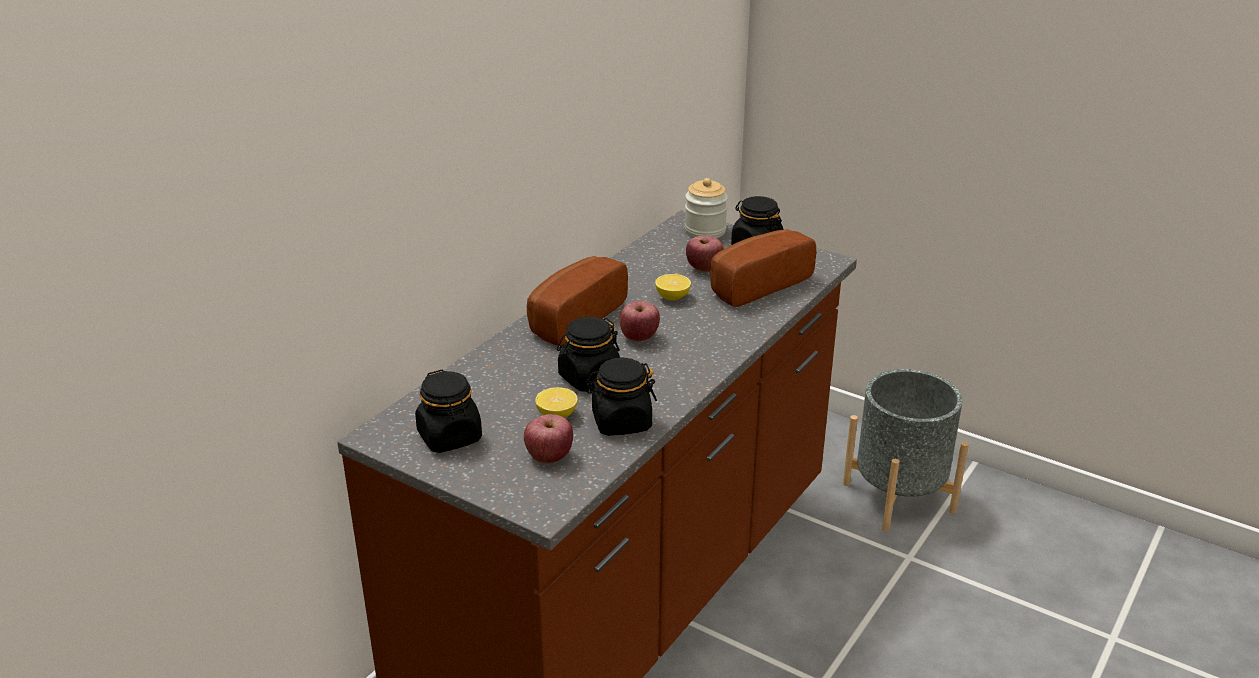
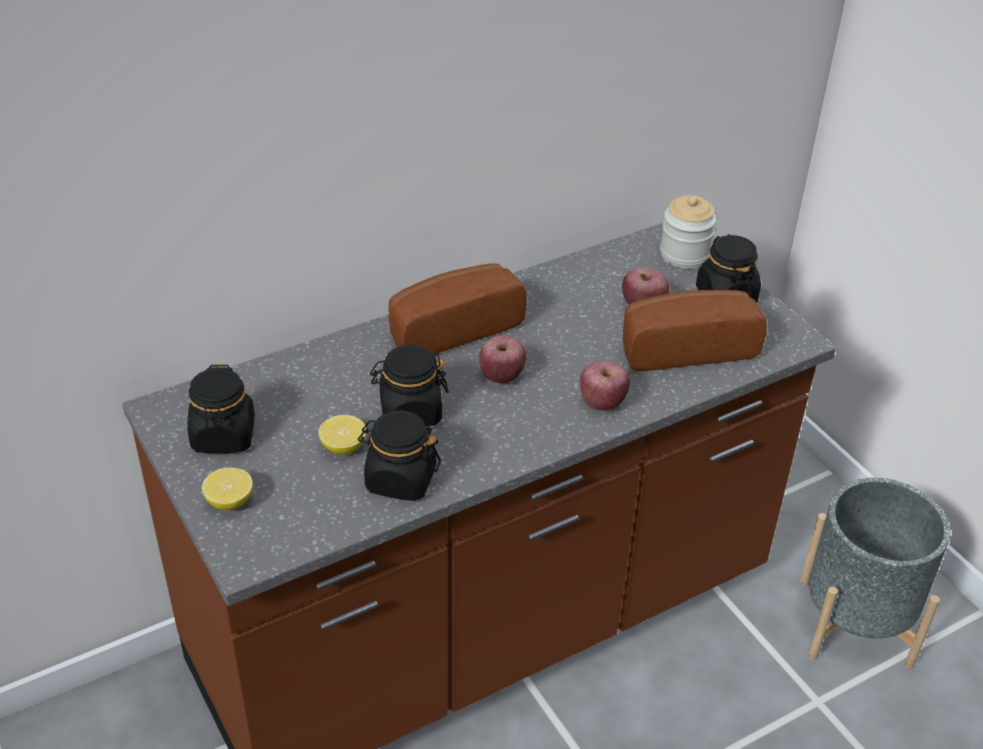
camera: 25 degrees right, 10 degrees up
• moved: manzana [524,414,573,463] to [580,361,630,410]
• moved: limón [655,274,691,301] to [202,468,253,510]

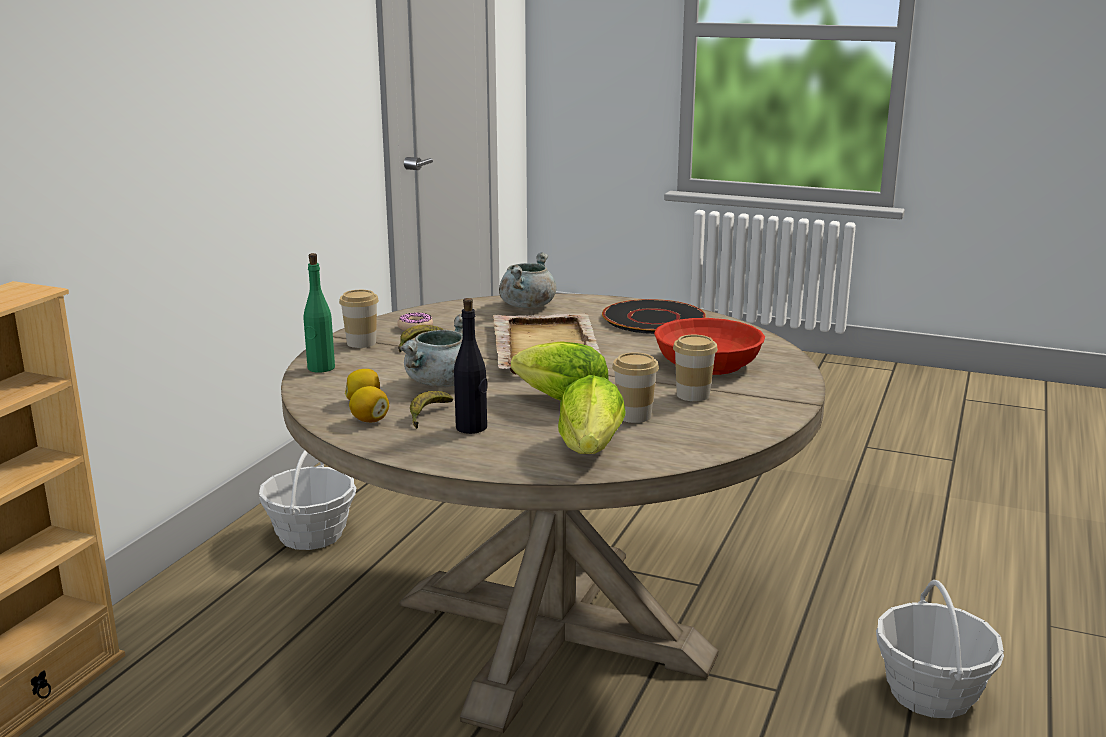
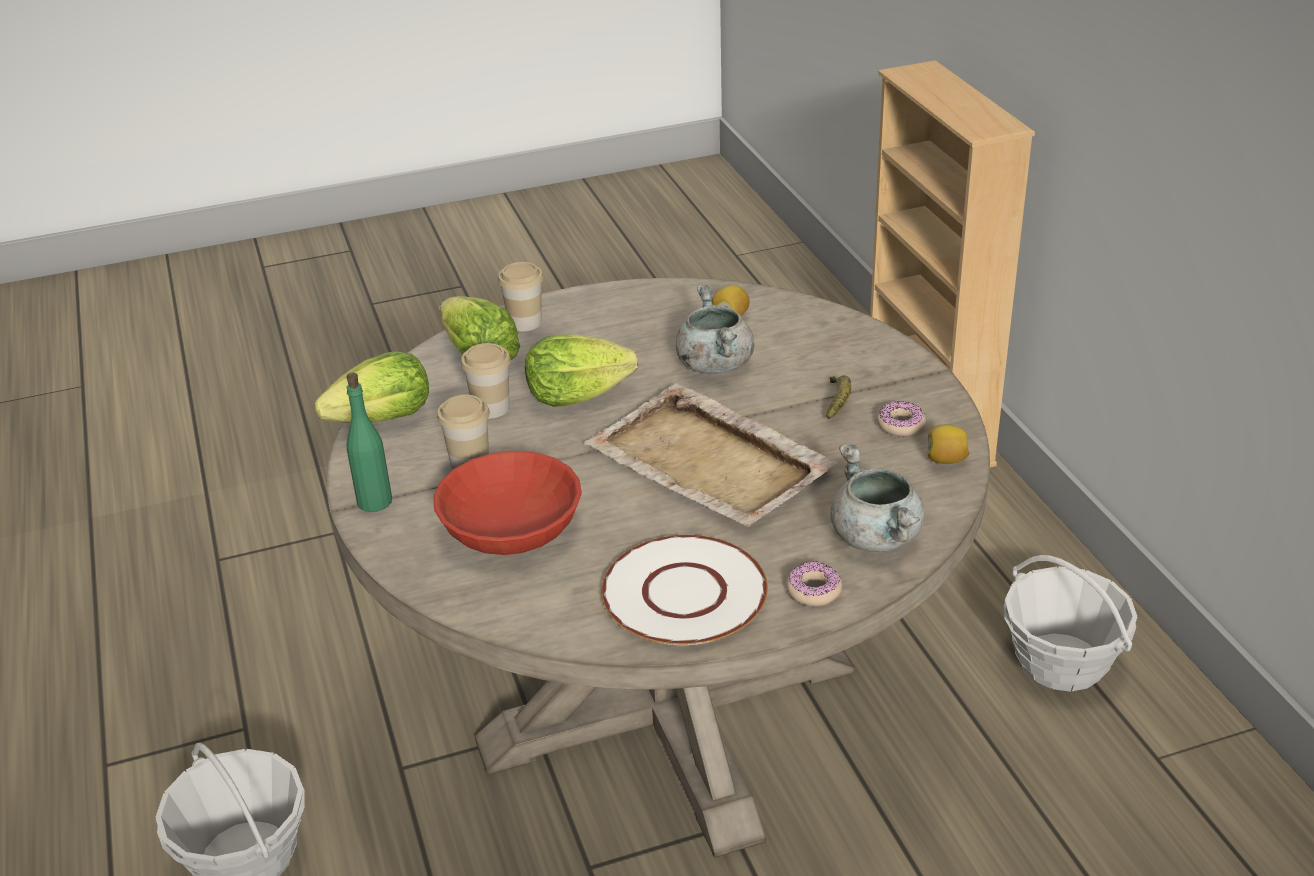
camera: 140 degrees right, 15 degrees up
• moved: botella (verde) [304,253,335,373] to [346,372,392,512]
• moved: taza [339,290,379,348] to [498,262,543,331]
• moved: limón [349,386,389,422] to [928,424,970,464]
• removed: plátano [410,391,453,429]
• removed: botella (negro) [454,298,488,434]
• recoloured: plato (negro) [602,299,706,334] to plato (blanco) [601,535,768,645]
• added: lechuga [315,351,429,423]
• added: rosquilla [786,561,842,606]

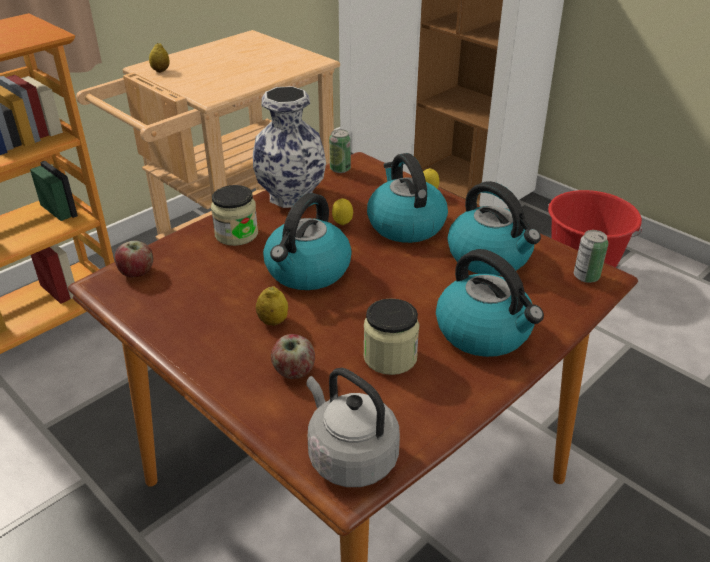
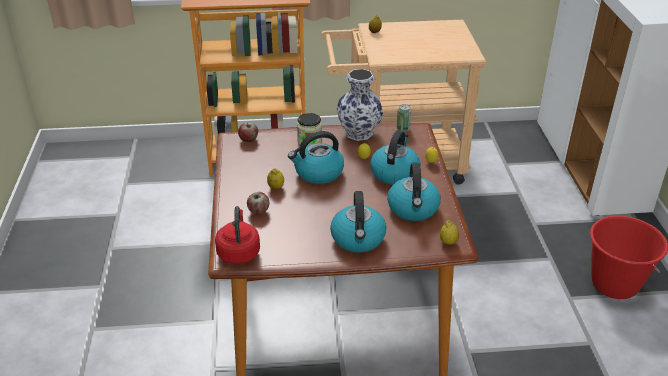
camera: 40 degrees right, 0 degrees up
• recoloured: hervidor (gris) [306,368,400,487] to hervidor (rojo) [215,206,260,264]
• removed: tarro [363,298,420,375]
• replaced: lata [574,230,608,283] to limón [440,221,459,245]

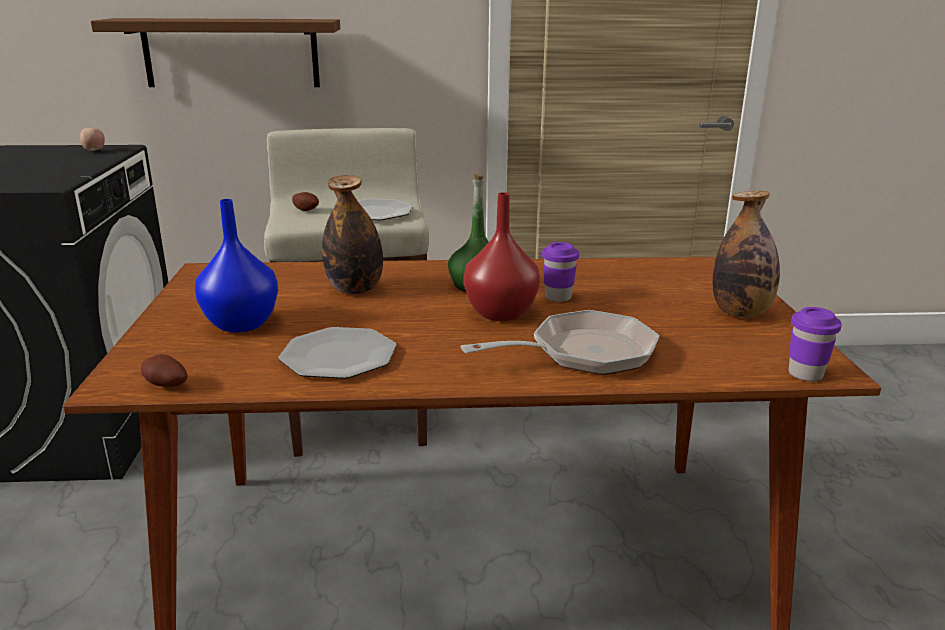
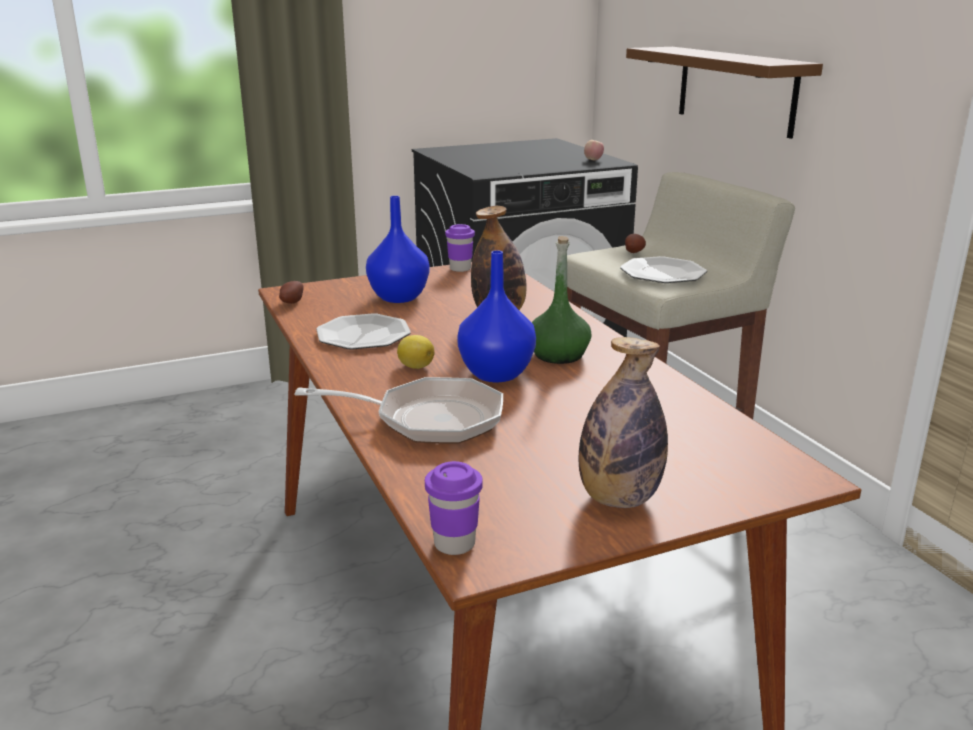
camera: 70 degrees right, 0 degrees up
• turned: sartén [461,310,660,375] = [294,377,503,444] 45 degrees counterclockwise
• recoloured: florero (rojo) [463,192,540,321] to florero (azul) [457,250,536,382]
• moved: taza (morado) [542,242,579,302] to [445,224,475,272]
• added: limón [397,335,435,369]

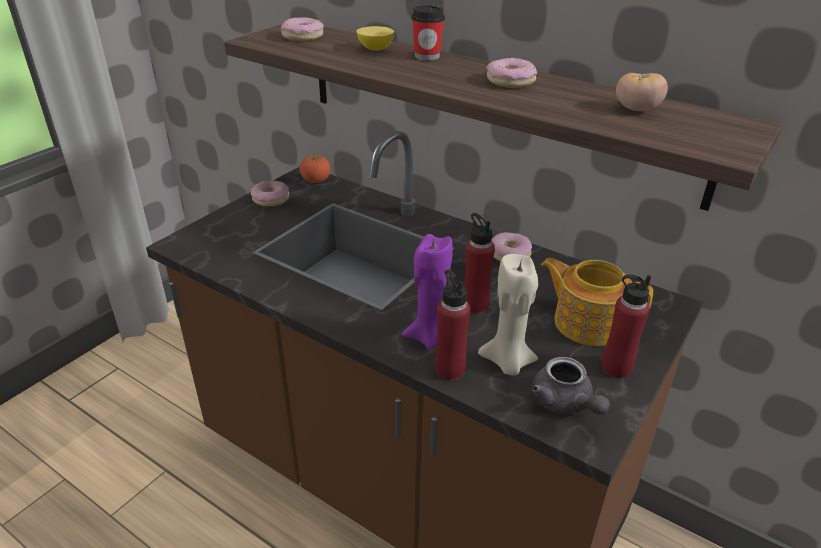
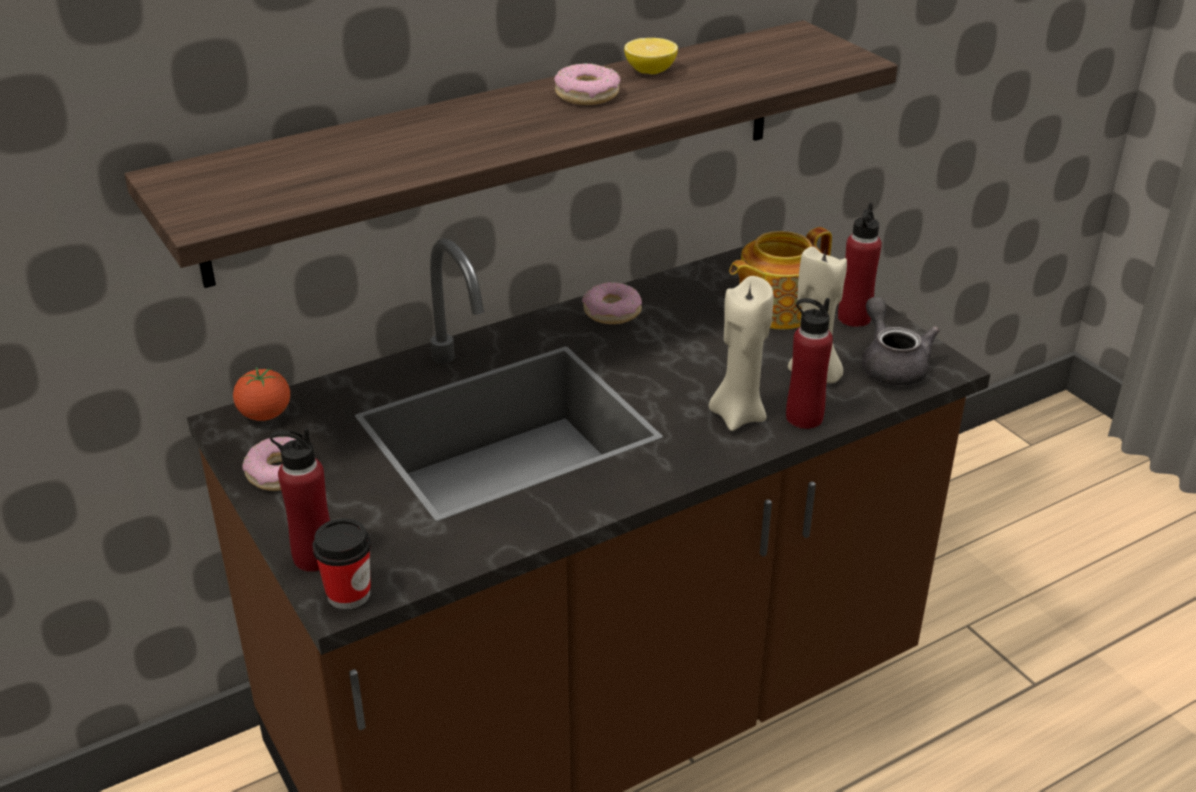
camera: 65 degrees left, 0 degrees up
• removed: rosquilla [281,17,324,41]
• moved: limón [357,26,394,51] to [624,38,678,74]
• recoloured: vela (morado) [402,234,453,350] to vela (beis) [709,276,773,431]
• moved: taza [411,5,445,61] to [312,518,371,609]
• moved: botella (rojo) [464,213,495,314] to [270,428,330,572]
• turned: tetera (gris) [532,357,610,415] = [862,297,940,386] 105 degrees counterclockwise
• removed: tomate [616,73,668,111]

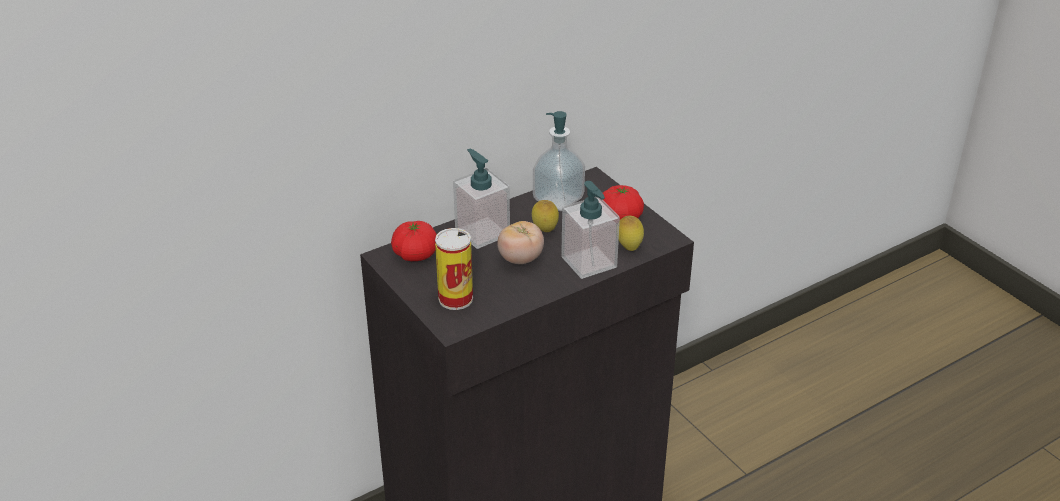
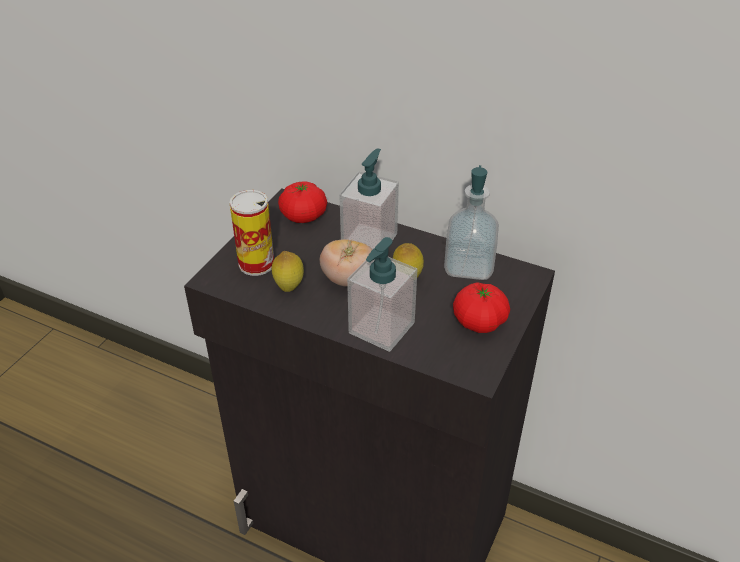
camera: 60 degrees right, 5 degrees up
• moved: limón [619,216,644,251] to [272,251,304,292]

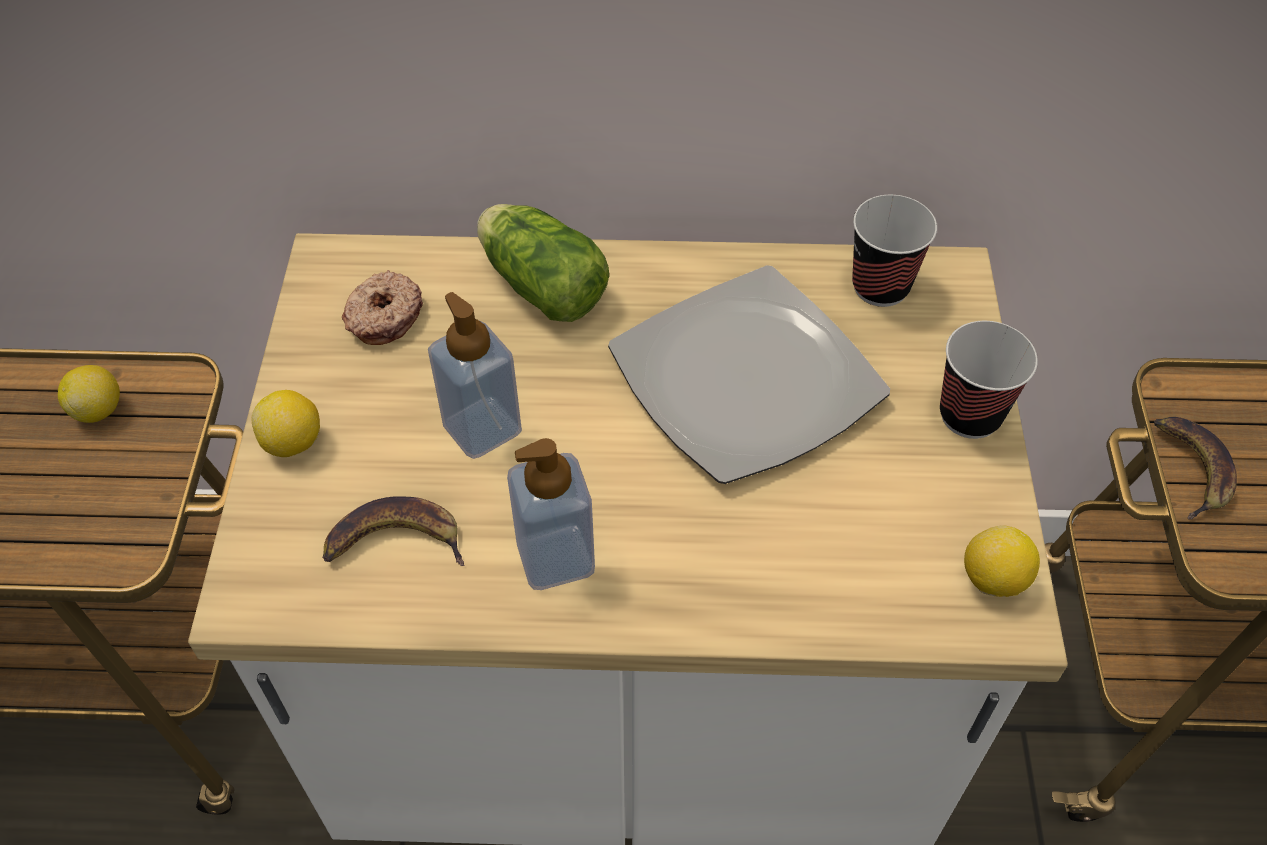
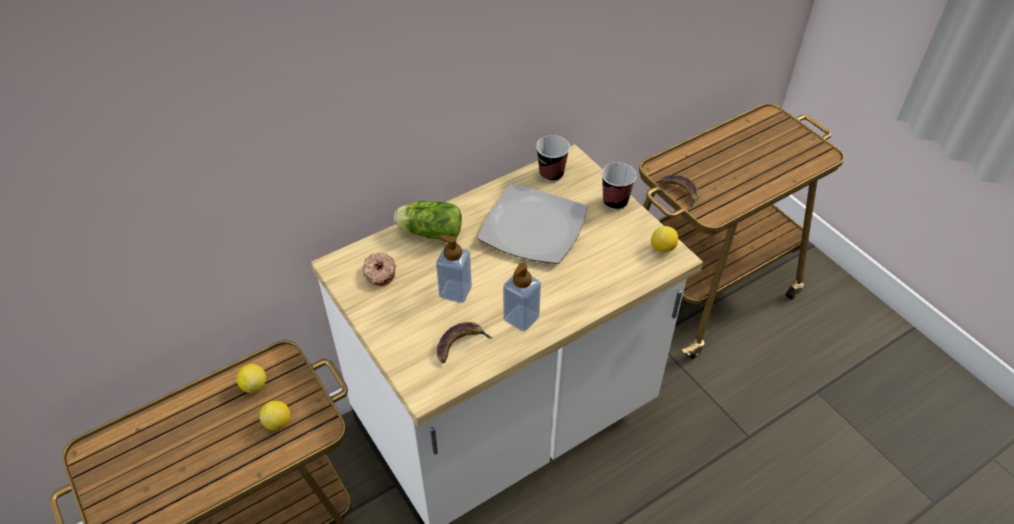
camera: 35 degrees left, 5 degrees down
• moved: limón [252,390,320,457] to [259,401,290,431]

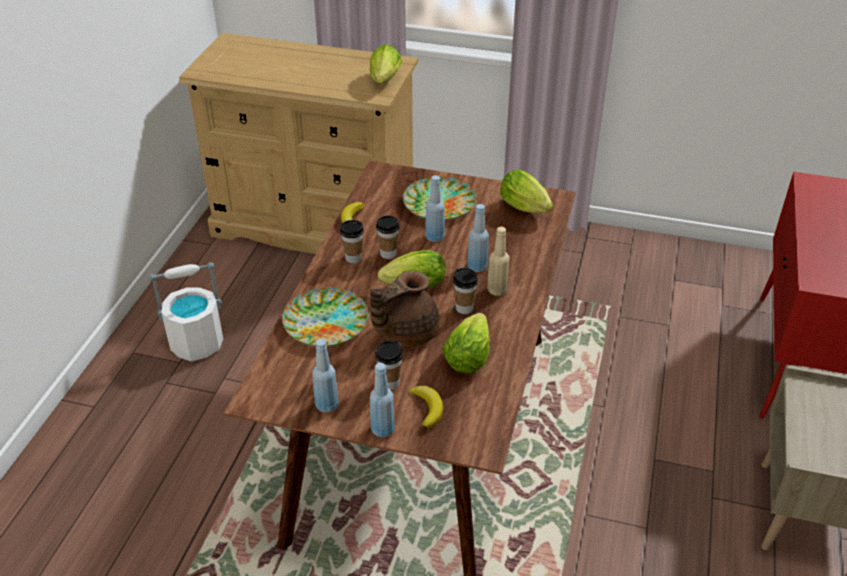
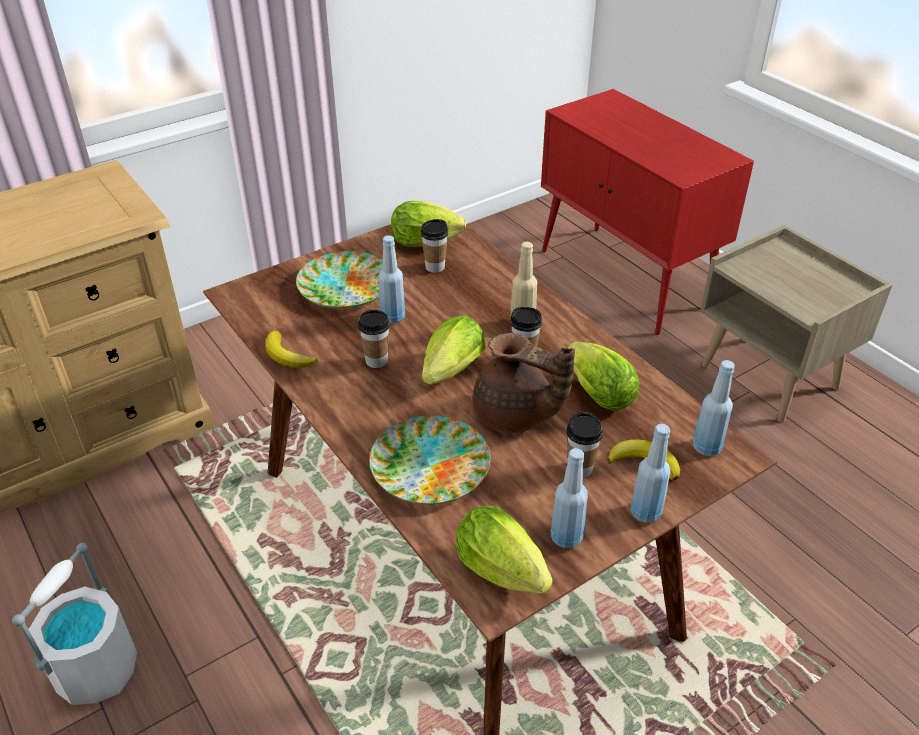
camera: 50 degrees left, 0 degrees up
• moved: taza [340,220,364,263] to [420,219,448,273]
• moved: lechuga [370,44,402,84] to [456,505,553,594]
• turned: tetera (marrón) [370,270,439,347] = [473,333,575,433] 60 degrees counterclockwise
• moved: botella (azul) [468,204,489,272] to [693,360,735,456]

